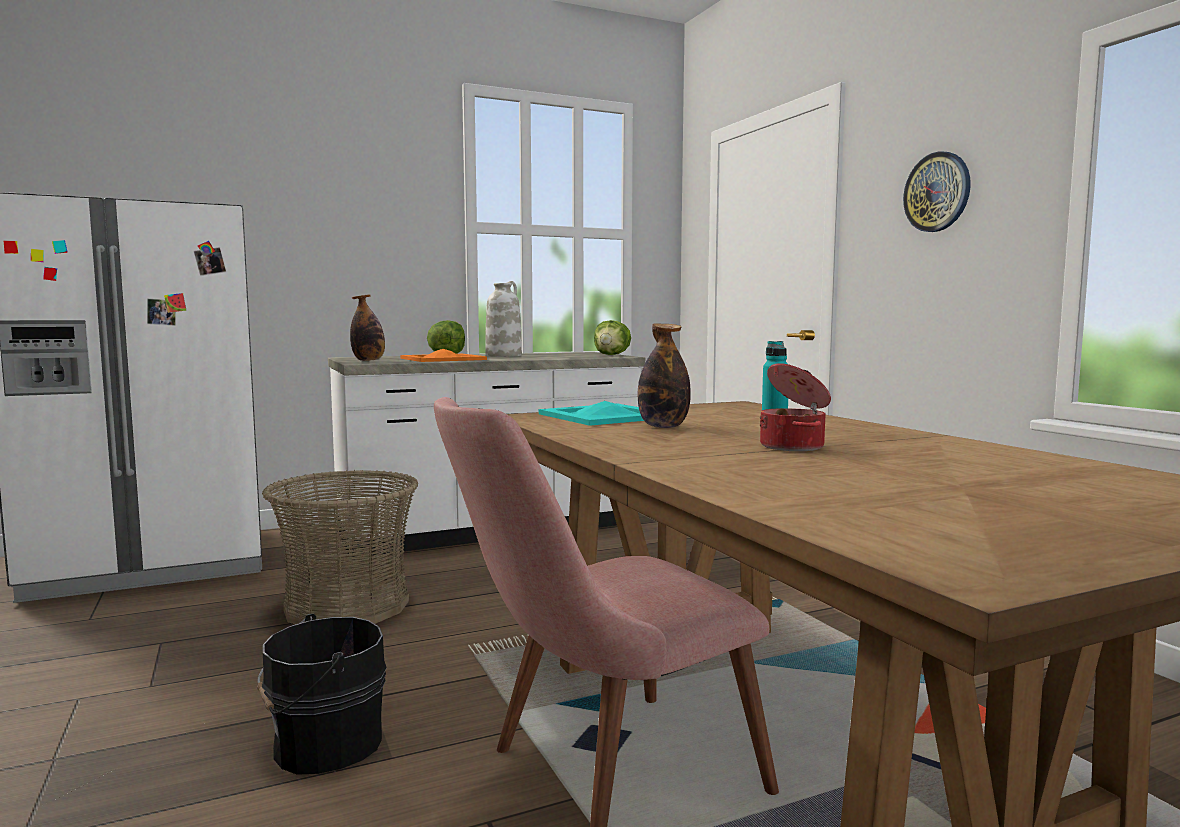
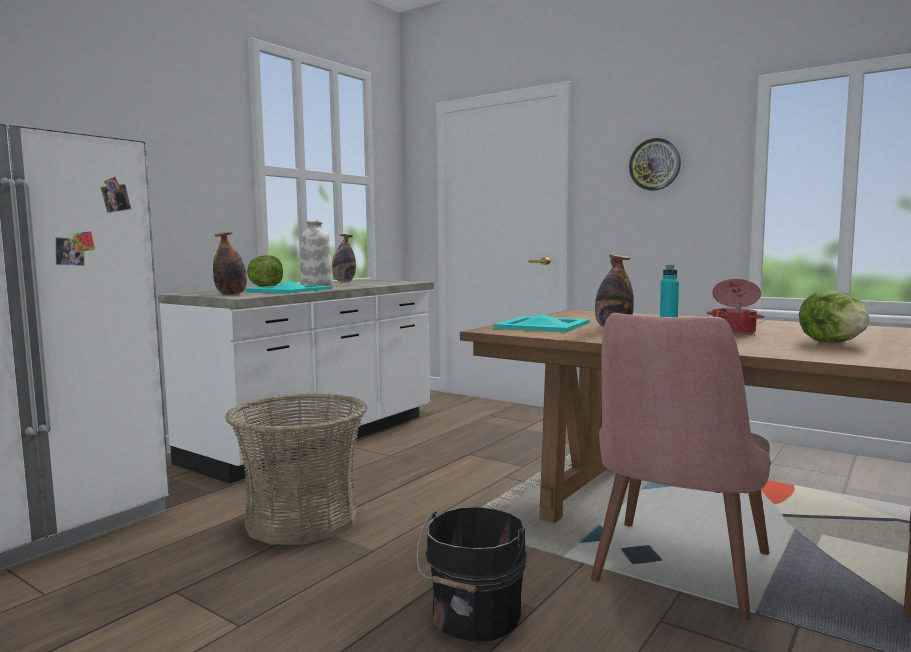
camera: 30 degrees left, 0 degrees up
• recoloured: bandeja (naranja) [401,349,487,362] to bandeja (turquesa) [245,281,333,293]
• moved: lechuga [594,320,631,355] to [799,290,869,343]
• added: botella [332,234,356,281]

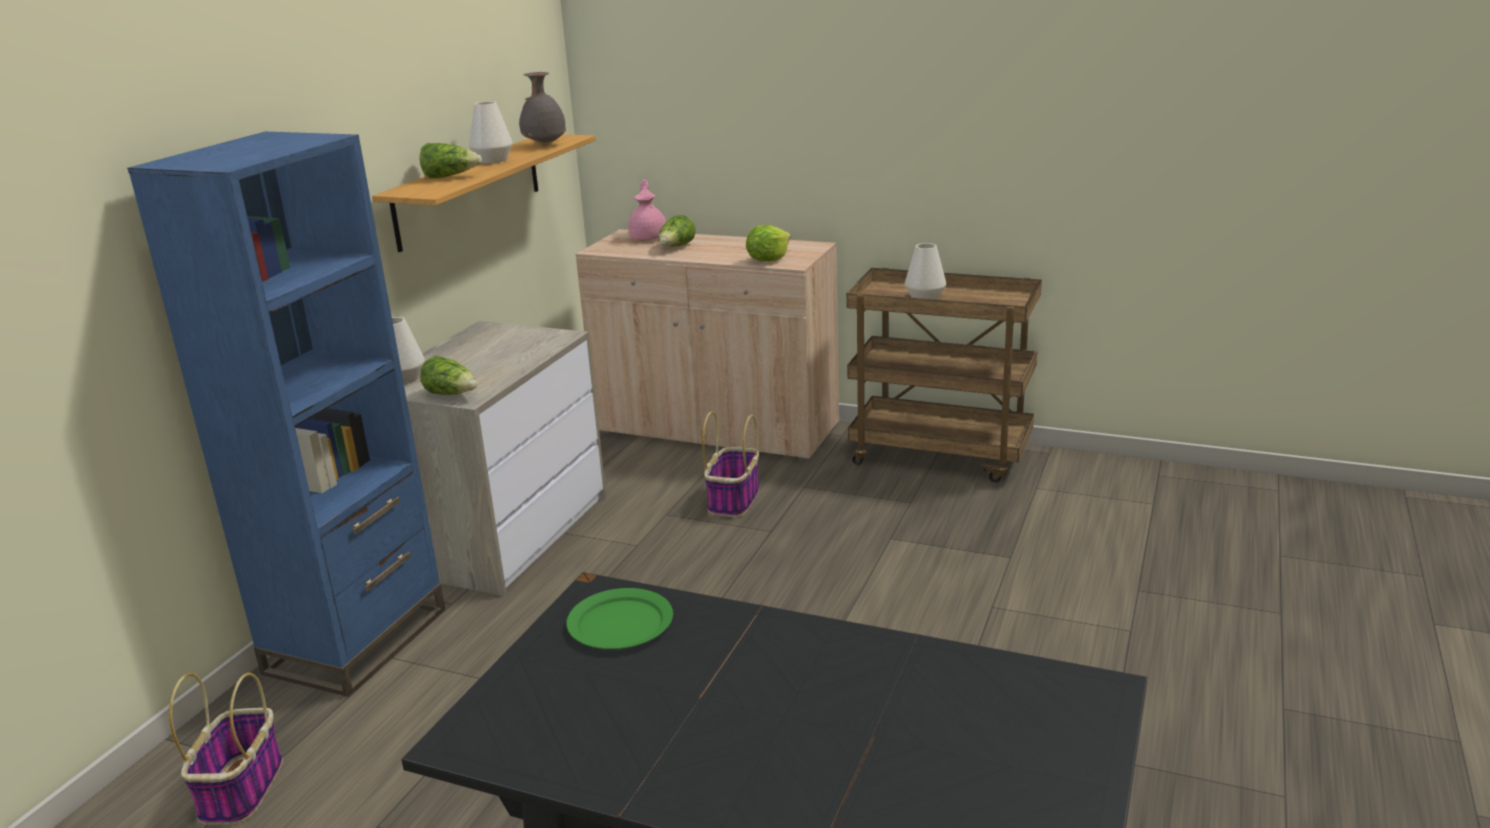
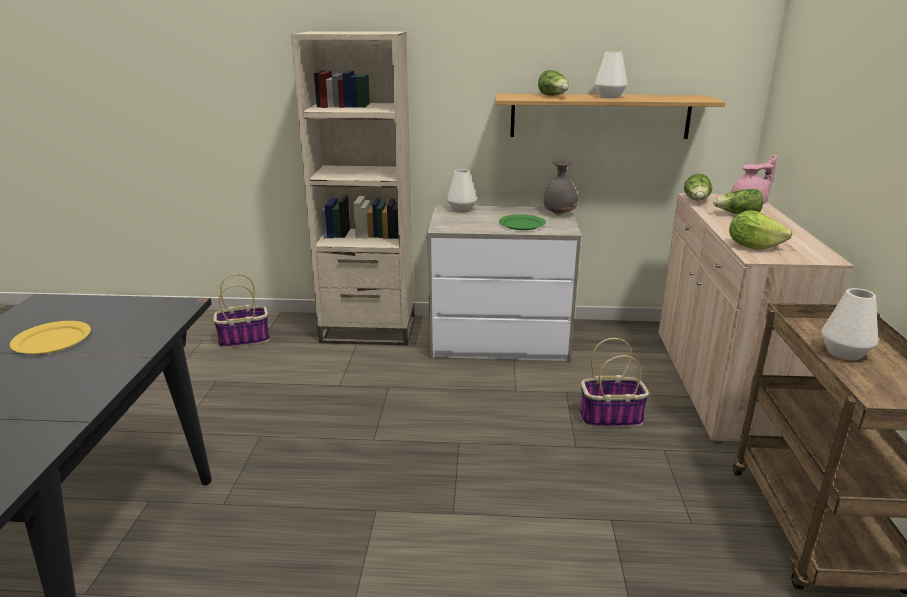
camera: 70 degrees right, 0 degrees up
• recoloured: estantería (azul) [127,132,445,697] to estantería (beis) [291,31,415,345]
• moved: lechuga [420,356,477,395] to [684,174,712,200]
• moved: florero (gris) [519,72,566,146] to [543,161,578,216]
• moved: plato (verde) [566,588,673,649] to [499,214,546,230]
• added: plato (amarillo) [10,321,91,354]

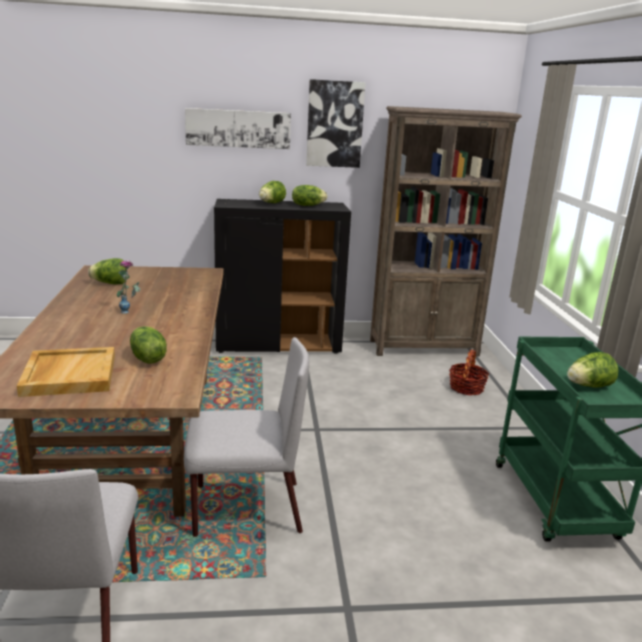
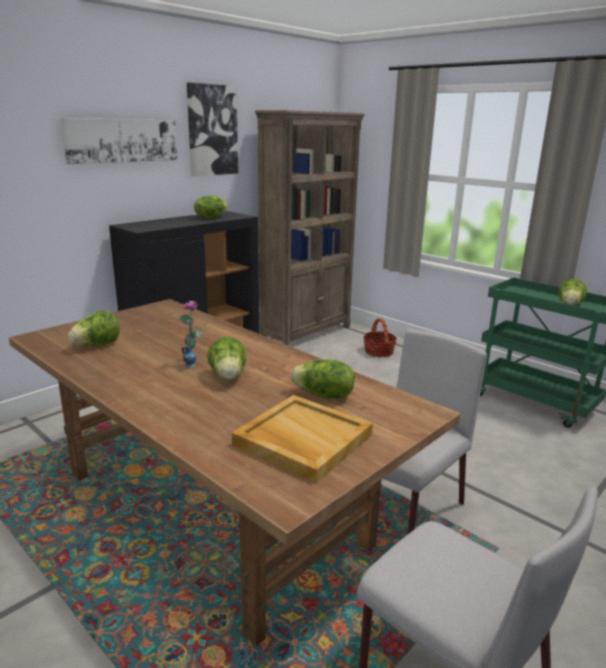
camera: 40 degrees left, 0 degrees up
• moved: lechuga [259,181,286,203] to [207,337,246,380]

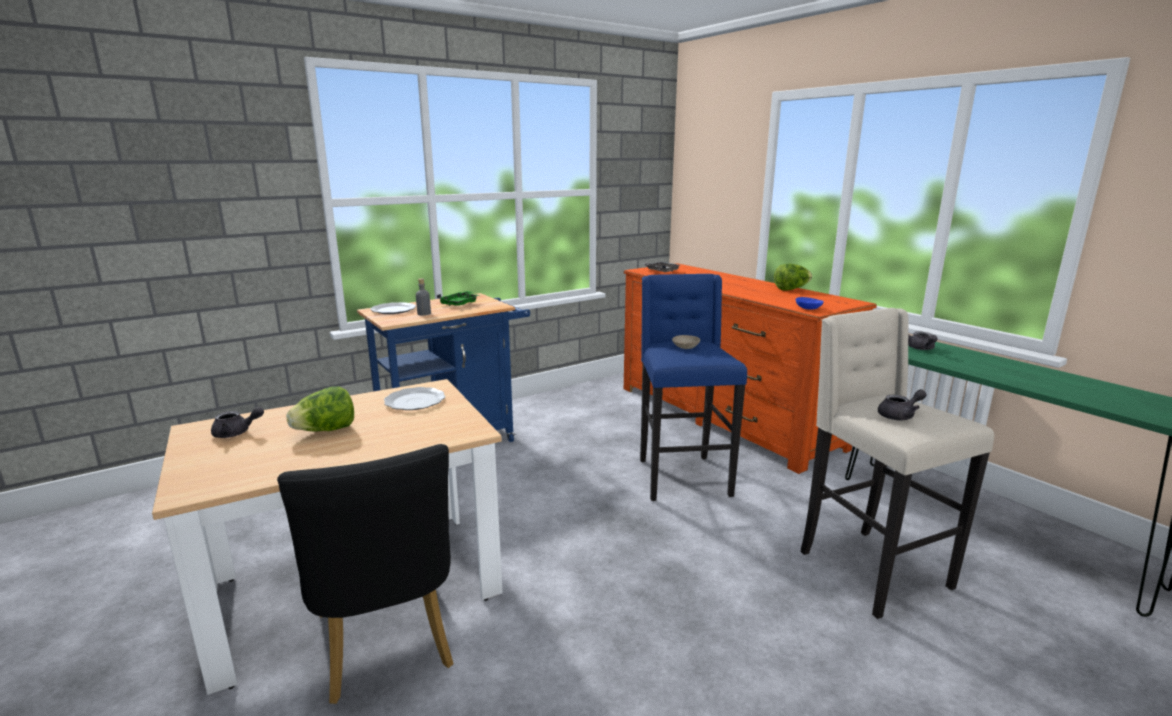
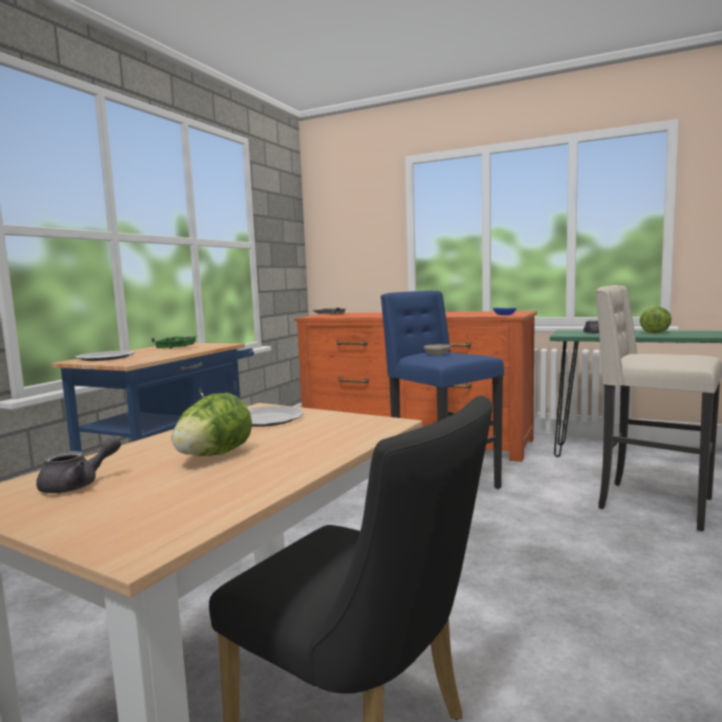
camera: 30 degrees left, 10 degrees down
• removed: botella (gris) [416,278,431,315]
• moved: lechuga [774,264,812,291] to [640,307,672,334]
• removed: tetera (gris) [878,389,927,420]

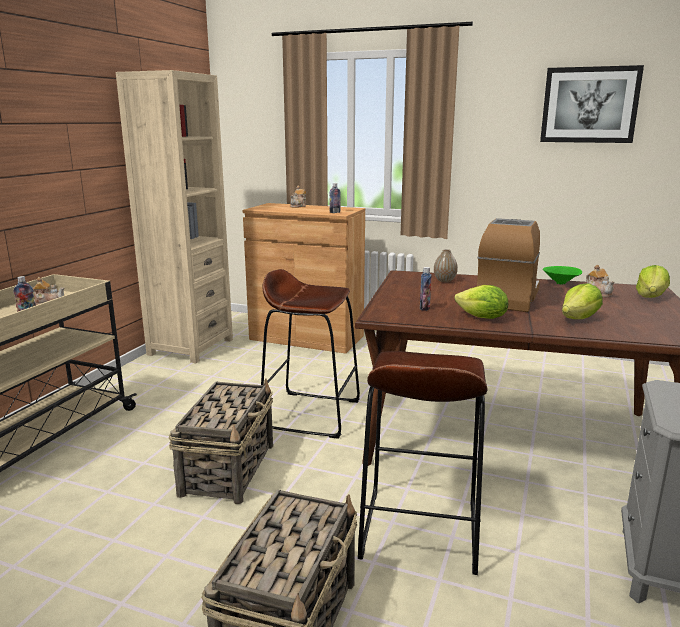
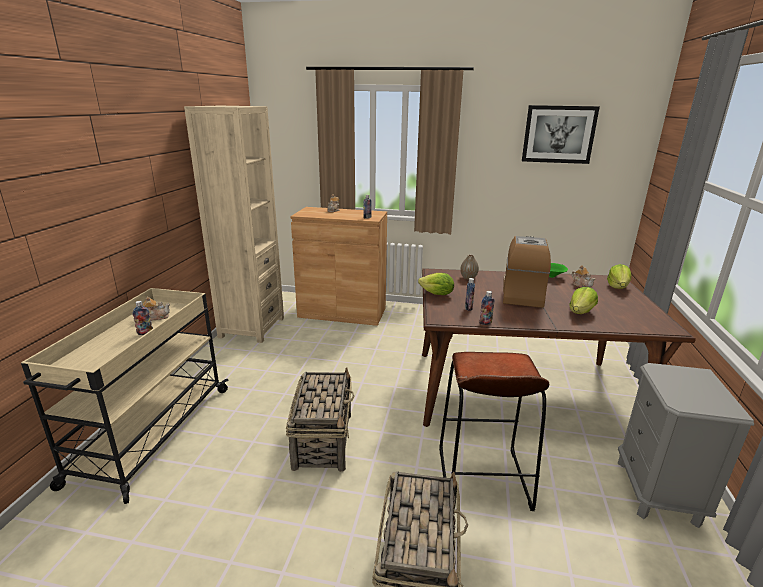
camera: 10 degrees left, 5 degrees up
• removed: taburete (marrón) [261,269,360,439]
• moved: lechuga [454,285,508,319] to [418,273,454,295]
• added: botella [480,291,494,325]

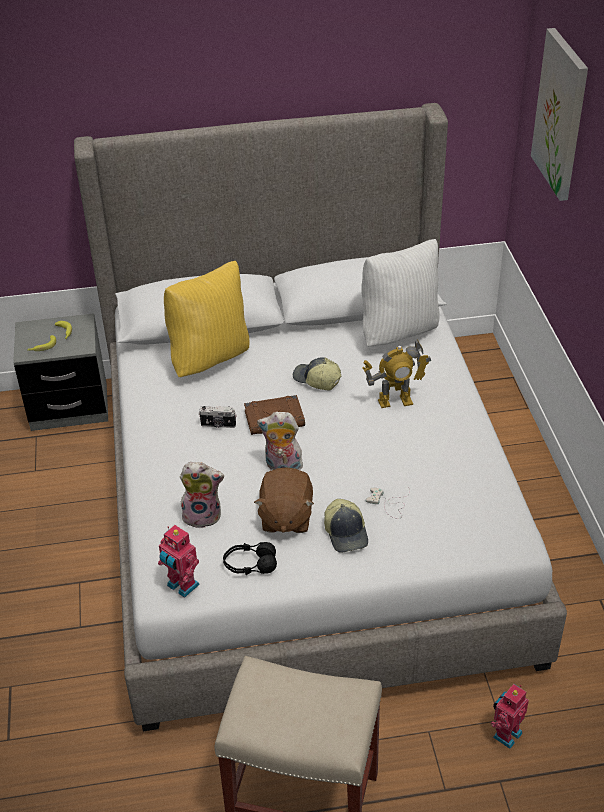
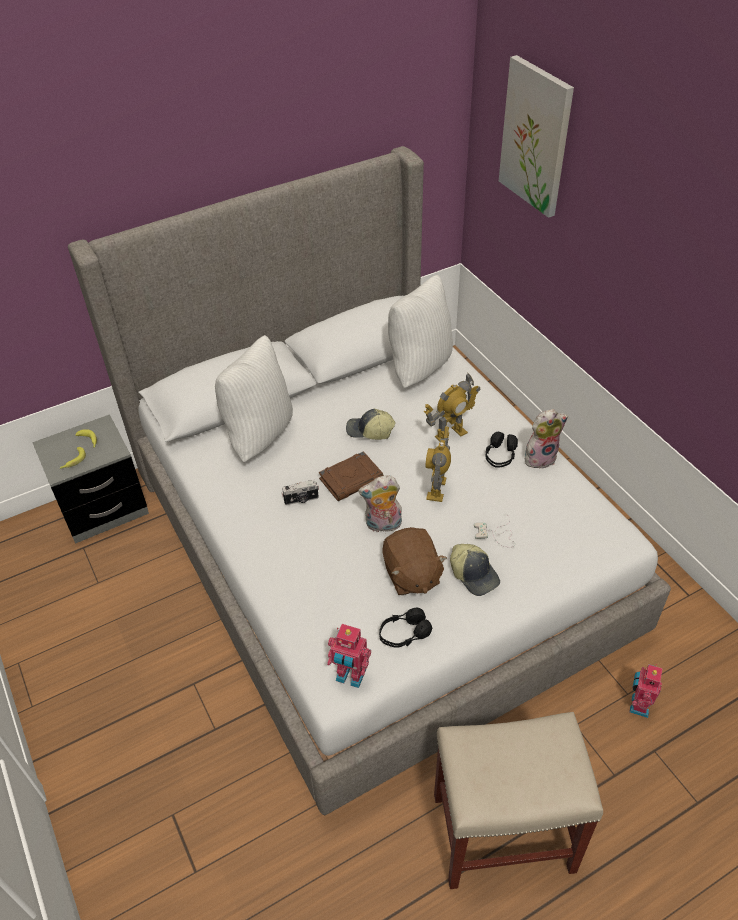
camera: 20 degrees left, 5 degrees up
• recoloured: cojín (amarillo) [164,261,249,377] to cojín (blanco) [215,335,293,462]
• moved: peluche [180,462,224,528] to [525,409,568,469]
• added: robot de juguete [425,426,451,502]
• added: auriculares (negro) [485,432,518,468]

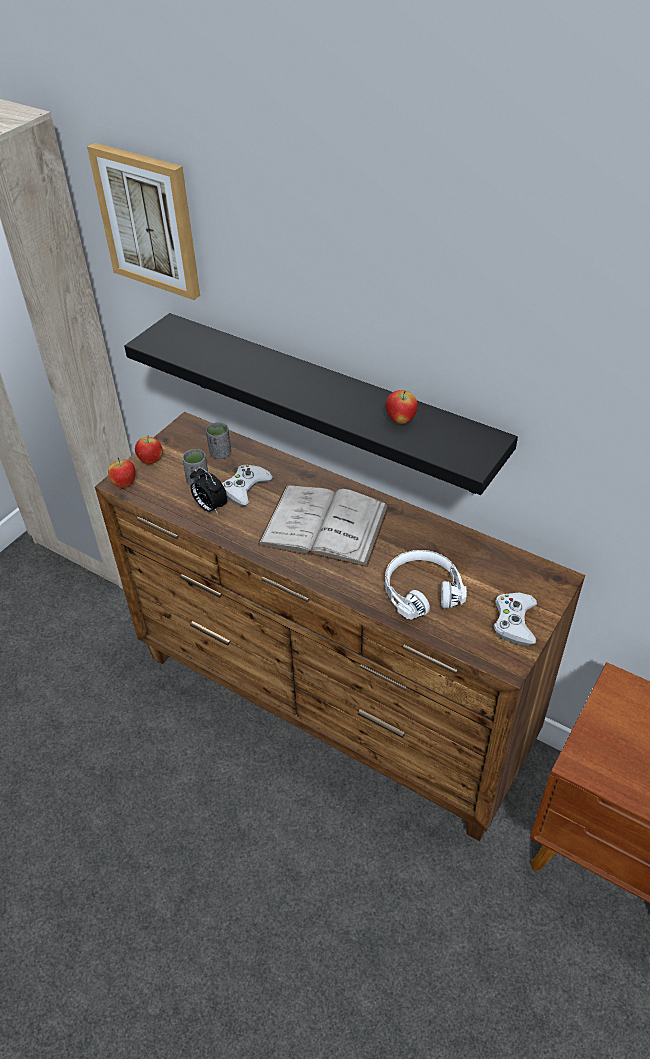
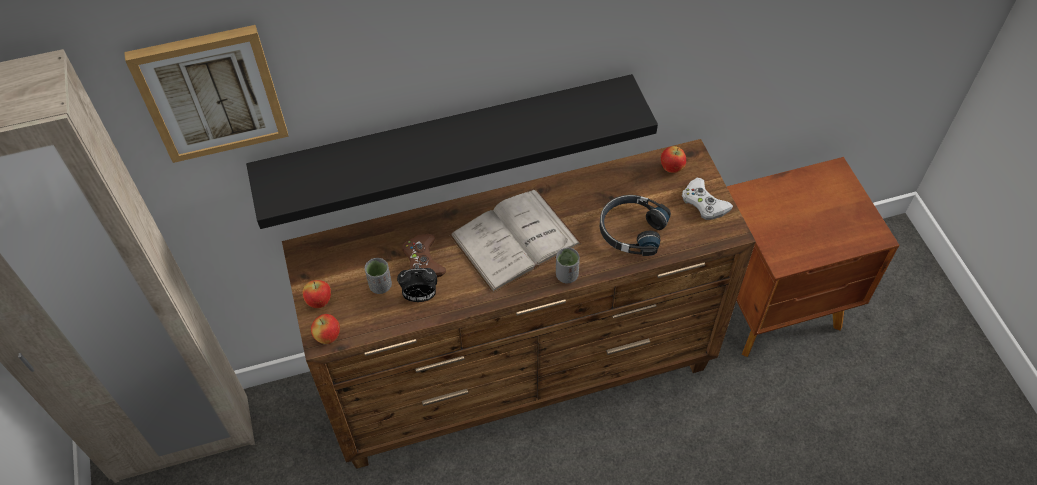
camera: 50 degrees left, 10 degrees up
• moved: taza (gris) [206,422,231,459] to [556,247,580,283]
• recoloured: mando de consola (blanco) [222,465,273,506] to mando de consola (marrón) [402,233,446,277]
• recoloured: auriculares (blanco) [385,550,467,620] to auriculares (negro) [600,195,671,256]
• moved: manzana [386,390,418,424] to [661,146,686,173]

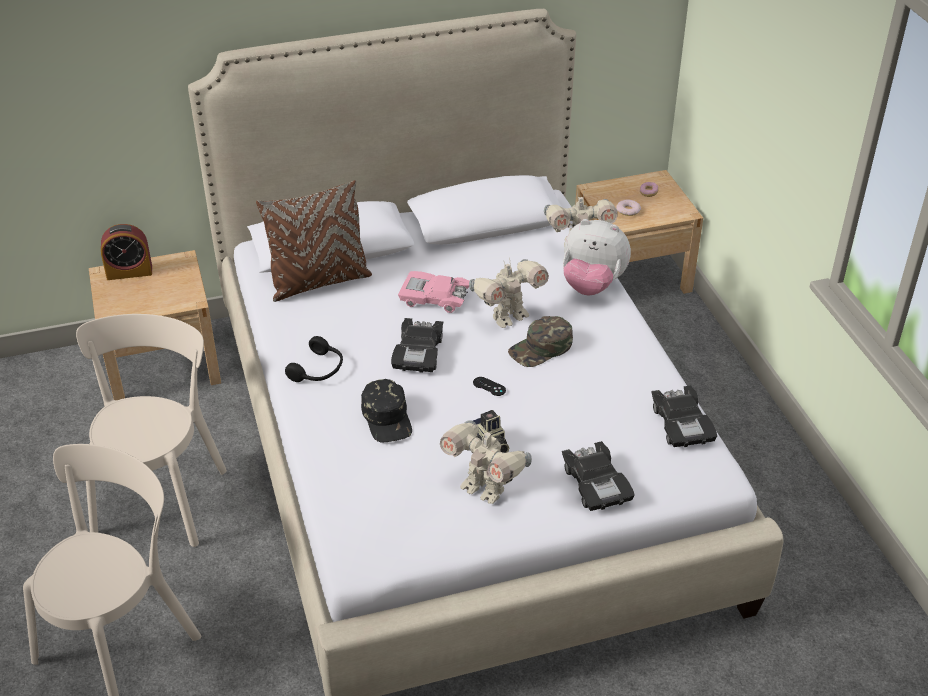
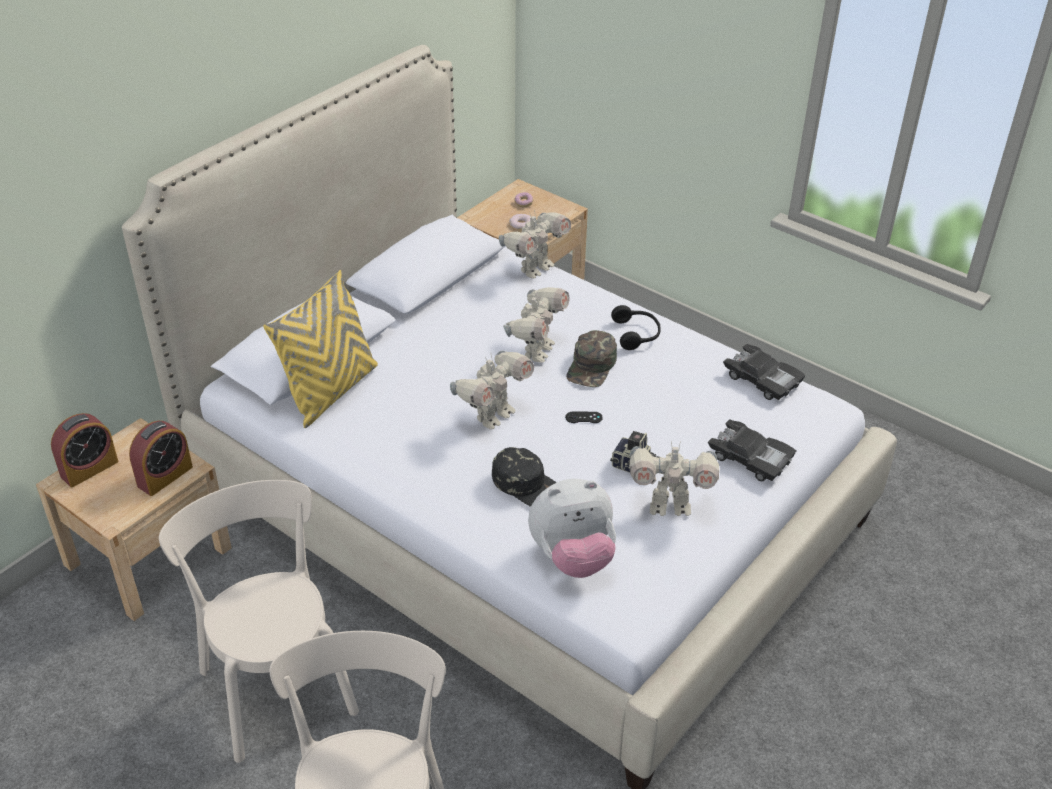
camera: 35 degrees left, 0 degrees up
• recoloured: cojín (marrón) [256,180,372,302] to cojín (amarillo) [263,270,378,428]
• moved: auriculares (negro) [285,336,343,382] to [611,305,661,350]
• replaced: coche de juguete (negro) [391,318,443,373] to robot de juguete [450,351,534,430]
• removed: coche de juguete (rosa) [398,271,469,313]
• moved: peluche [563,219,631,295] to [528,479,616,578]
• added: despertador [129,421,193,496]

